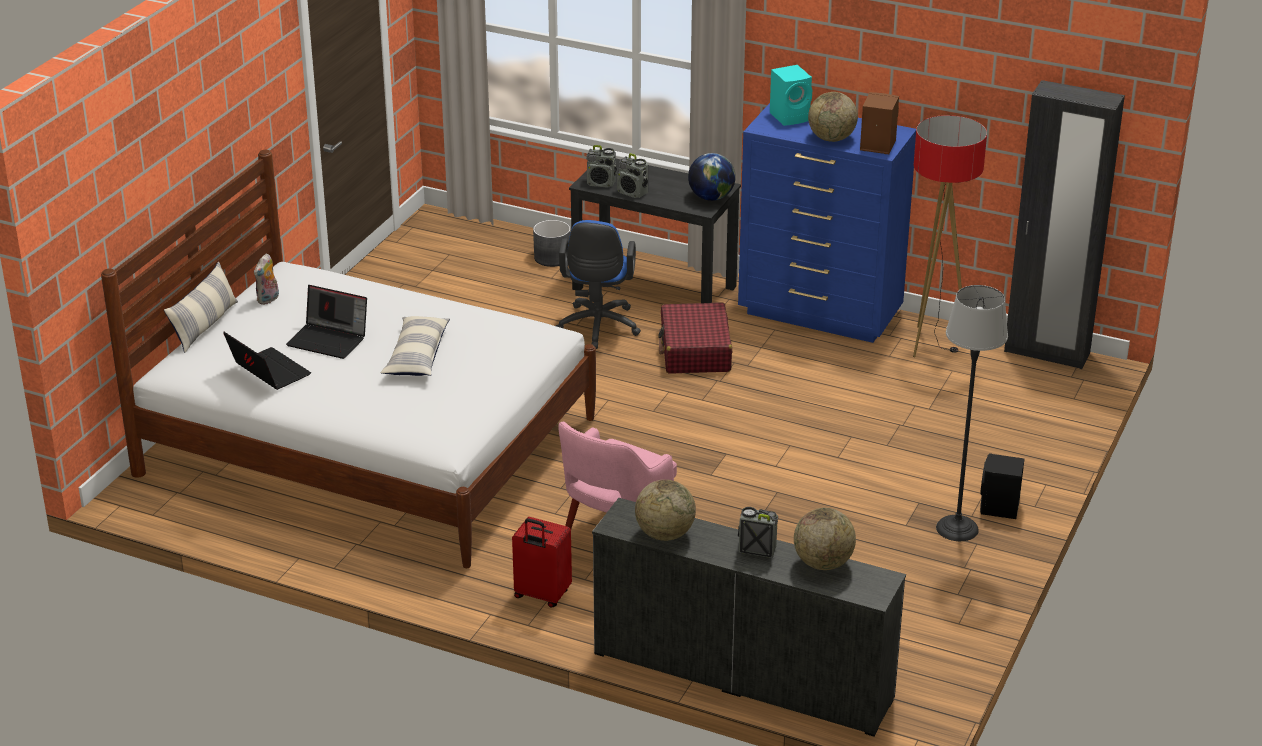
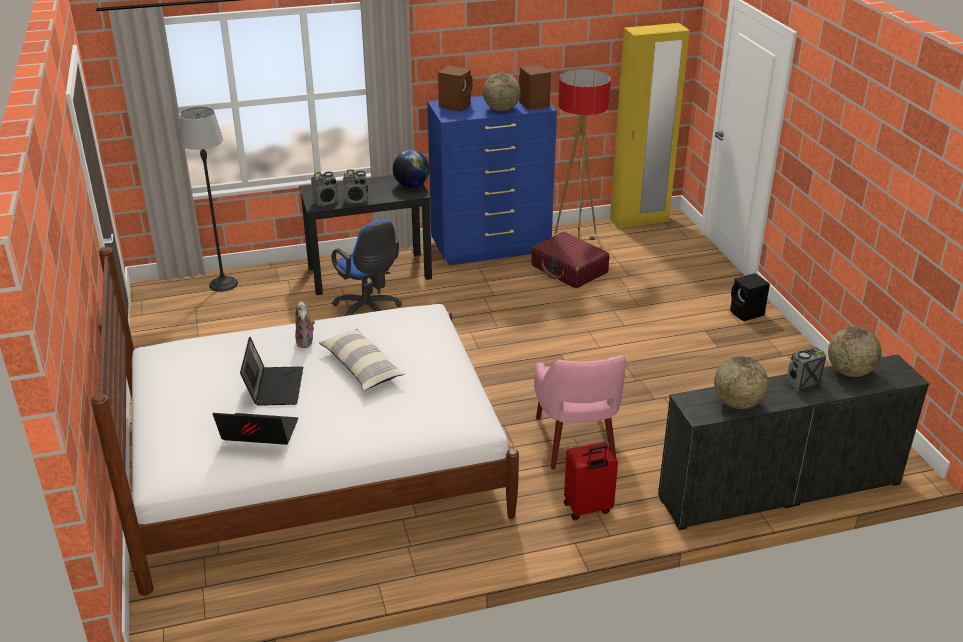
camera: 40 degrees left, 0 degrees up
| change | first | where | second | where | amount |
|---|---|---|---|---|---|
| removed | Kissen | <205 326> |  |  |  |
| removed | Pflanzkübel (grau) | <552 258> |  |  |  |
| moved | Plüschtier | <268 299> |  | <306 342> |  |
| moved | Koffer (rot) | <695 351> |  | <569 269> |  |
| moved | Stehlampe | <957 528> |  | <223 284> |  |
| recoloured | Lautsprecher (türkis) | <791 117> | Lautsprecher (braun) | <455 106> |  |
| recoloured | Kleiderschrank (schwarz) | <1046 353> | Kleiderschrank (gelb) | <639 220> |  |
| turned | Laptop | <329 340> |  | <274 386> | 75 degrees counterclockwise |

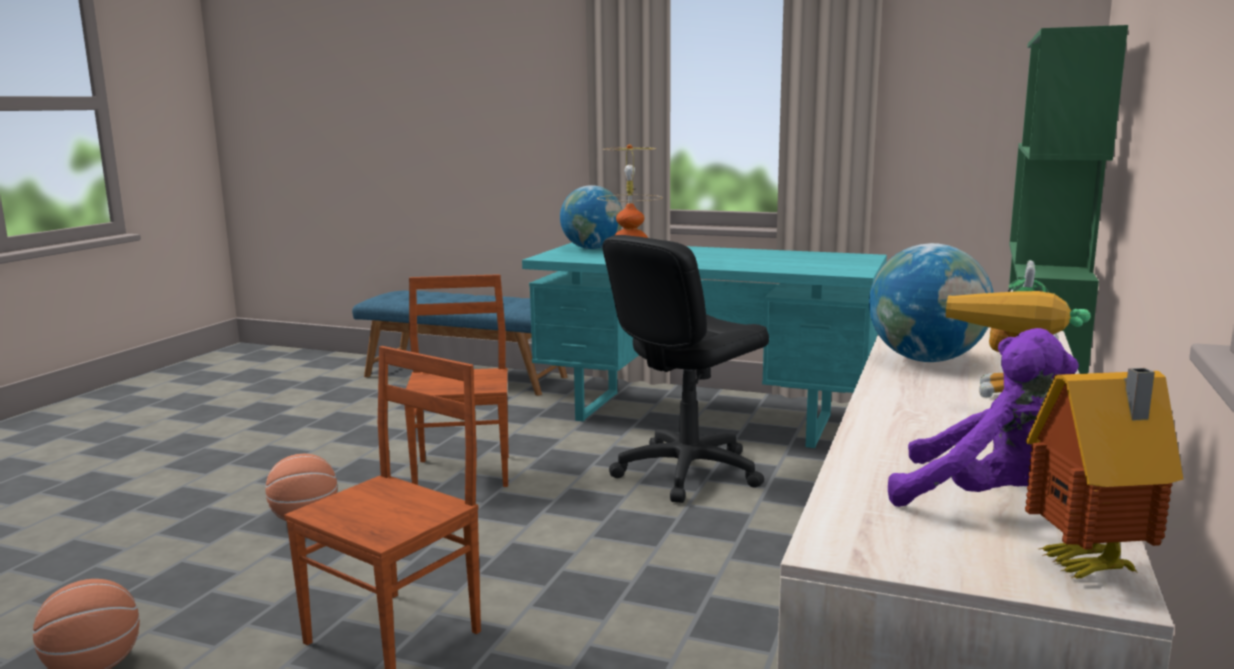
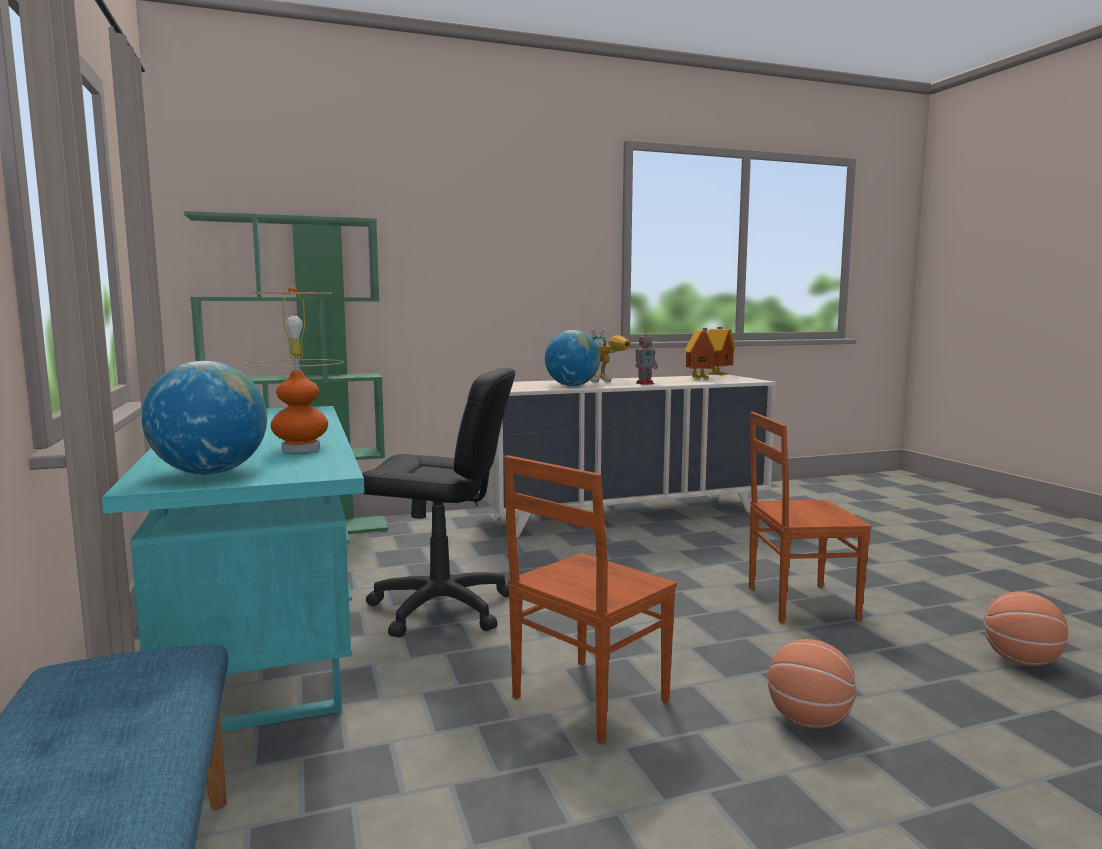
camera: 130 degrees left, 5 degrees down
| change | first | where | second | where | amount |
|---|---|---|---|---|---|
| added |  |  | Spielzeugroboter | <645 383> |  |
| replaced | Plüschtier (lila) | <986 499> | Spielzeughaus | <700 378> |  |

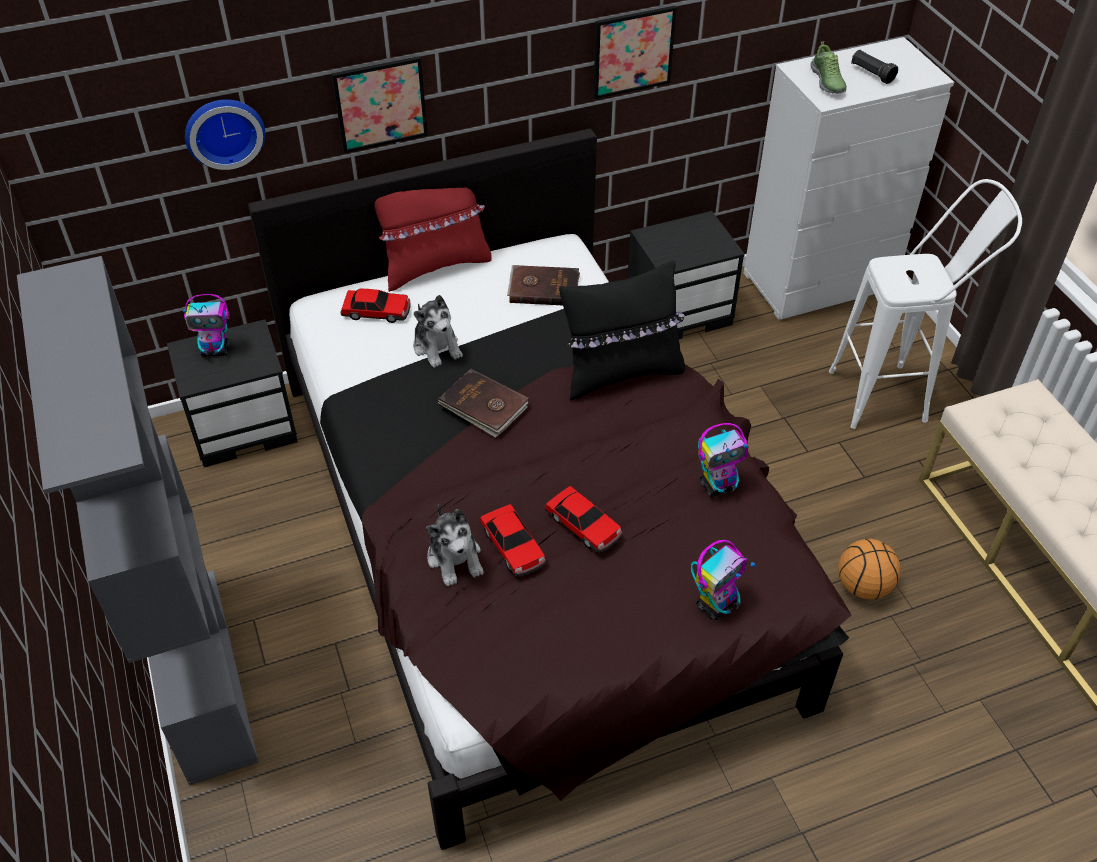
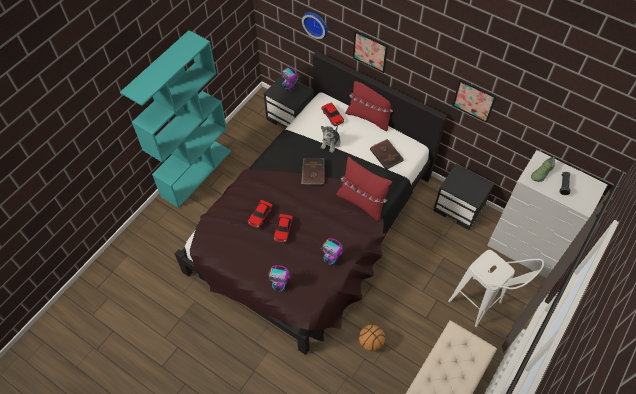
camera: 55 degrees right, 10 degrees up
| change | first | where | second | where | amount |
|---|---|---|---|---|---|
| removed | Plüschtier | <455 558> |  |  |  |
| recoloured | Bücherregal (grau) | <200 671> | Bücherregal (türkis) | <196 172> |  |
| recoloured | Kissen (schwarz) | <621 373> | Kissen (rot) | <362 202> |  |

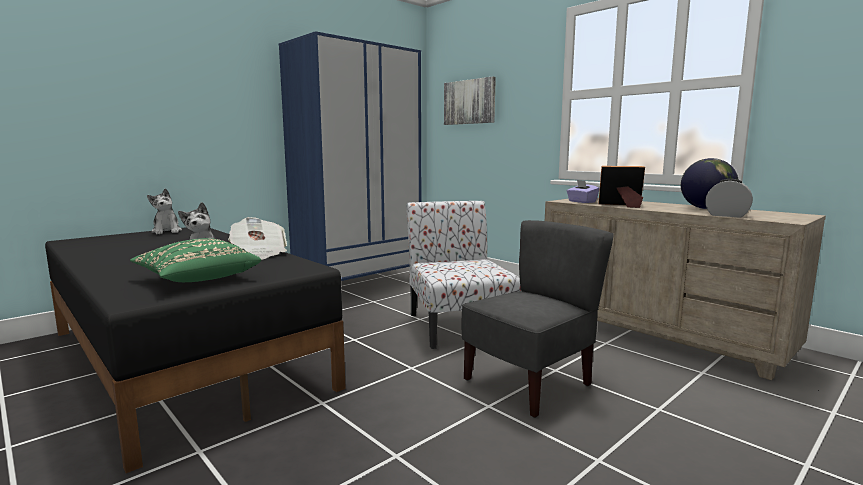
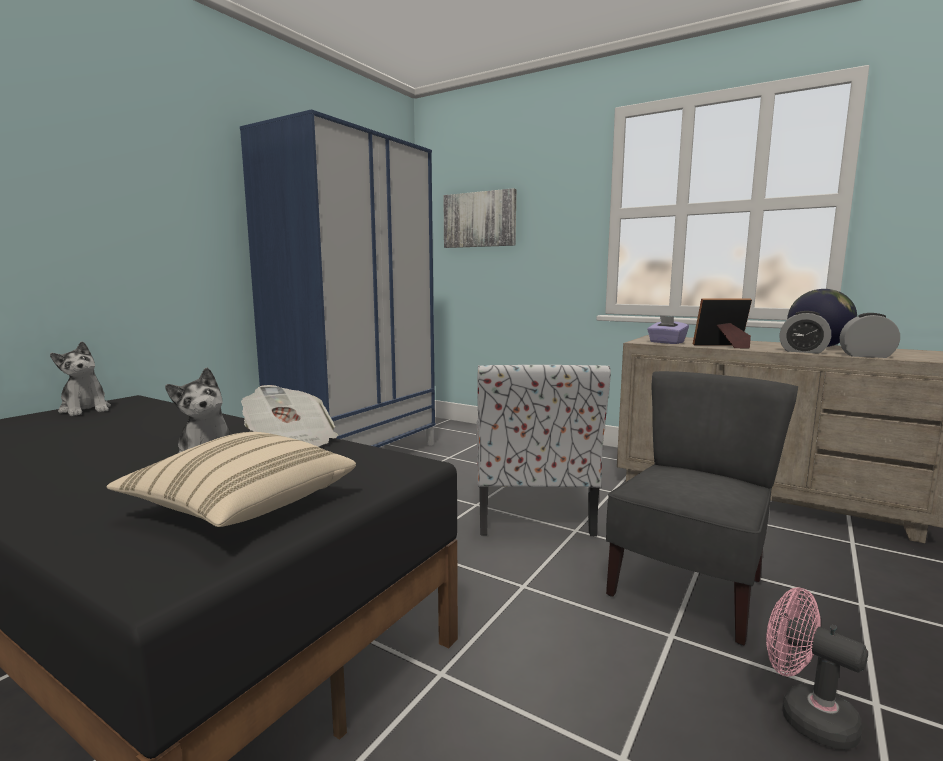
camera: 15 degrees left, 0 degrees up
| change | first | where | second | where | amount |
|---|---|---|---|---|---|
| added |  |  | Ventilator (rosa) | <805 715> |  |
| added |  |  | Wecker | <802 351> |  |
| recoloured | Kissen (grün) | <197 279> | Kissen (beige) | <241 508> |  |
| turned | Stuhl | <458 325> |  | <532 509> | 150 degrees counterclockwise |

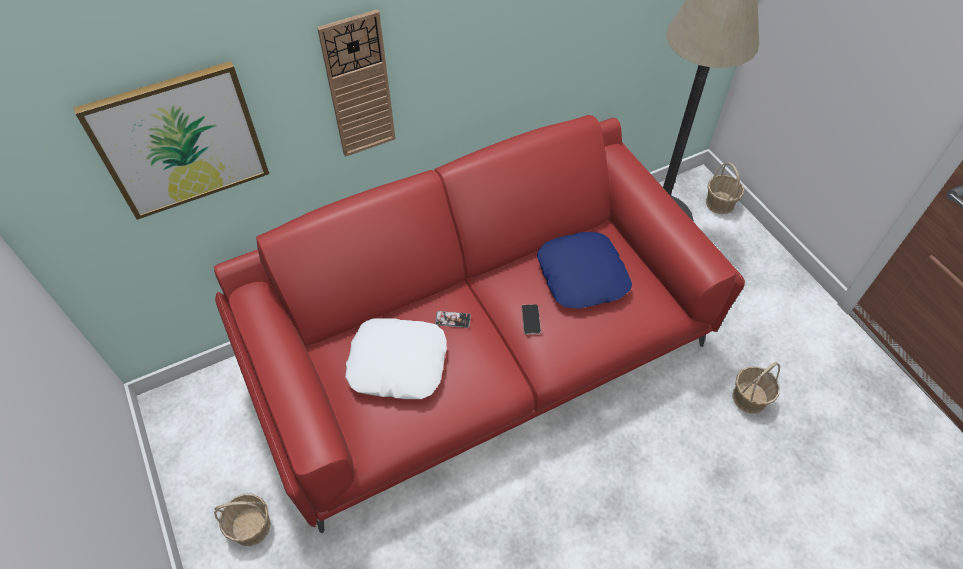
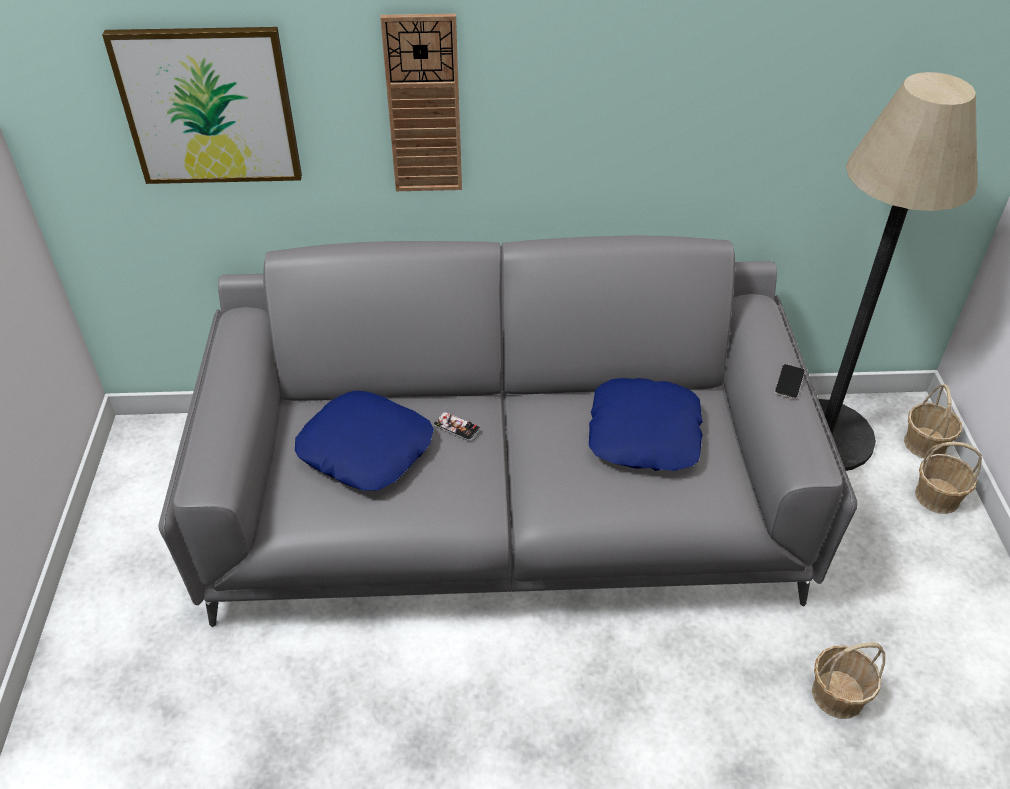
camera: 25 degrees right, 10 degrees down
| change | first | where | second | where | amount |
|---|---|---|---|---|---|
| moved | Korb | <251 527> |  | <937 497> |  |
| moved | Handy | <531 319> |  | <789 382> |  |
| recoloured | Sofa (rot) | <482 353> | Sofa (grau) | <507 508> |  |
| recoloured | Kissen (weiß) | <398 362> | Kissen (blau) | <366 449> |  |

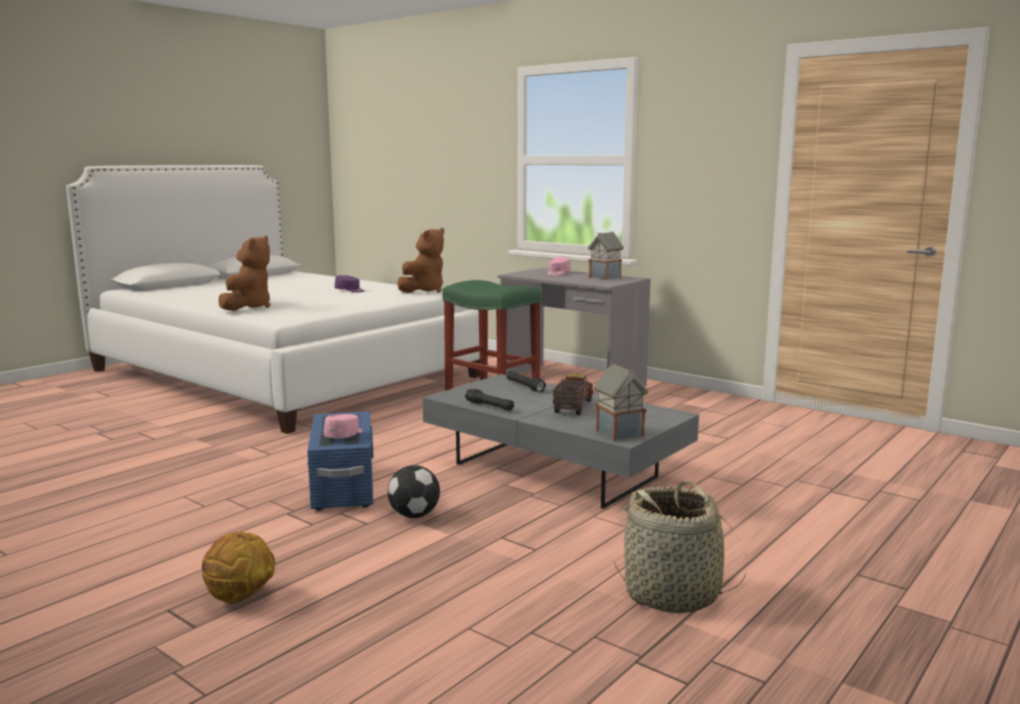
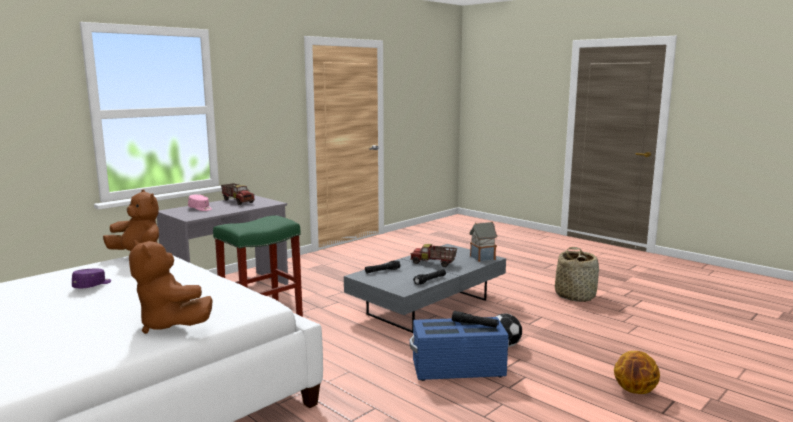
camera: 85 degrees left, 0 degrees up
| change | first | where | second | where | amount |
|---|---|---|---|---|---|
| replaced | Kappe (rosa) | <344 435> | Taschenlampe (schwarz) | <475 324> |  |
| replaced | Spielzeughaus | <605 277> | Spielzeuglaster | <238 201> |  |
| turned | Plüschtier (braun) | <248 307> |  | <170 325> | 150 degrees counterclockwise |

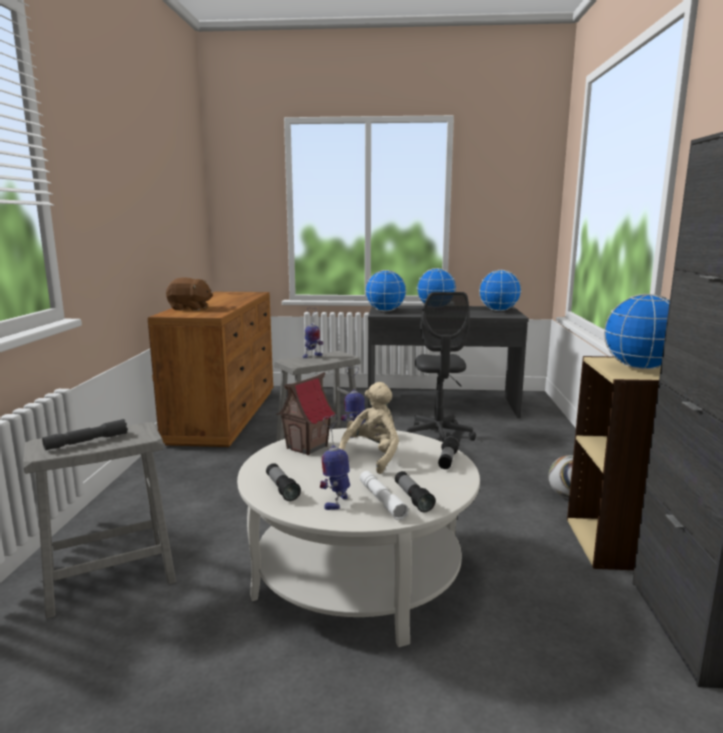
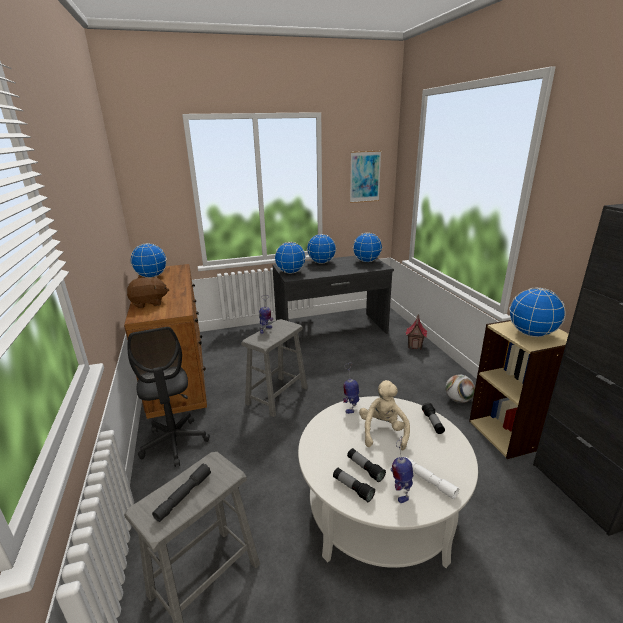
camera: 20 degrees left, 10 degrees up
| change | first | where | second | where | amount |
|---|---|---|---|---|---|
| added |  |  | Globus | <151 276> |  |
| added |  |  | Bild | <365 177> |  |
| moved | Spielzeughaus | <307 447> |  | <415 346> |  |
| moved | Taschenlampe | <413 498> |  | <365 469> |  |
| moved | Bürostuhl (grau) | <438 436> |  | <174 443> |  |

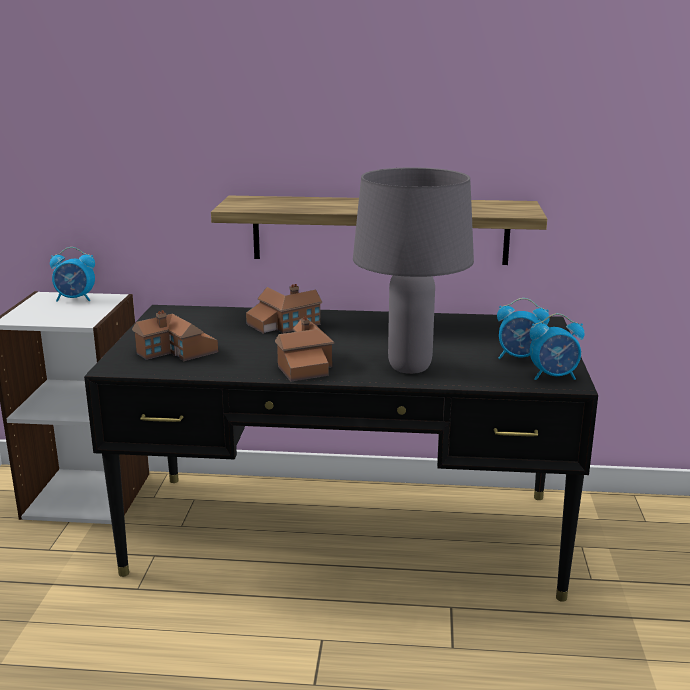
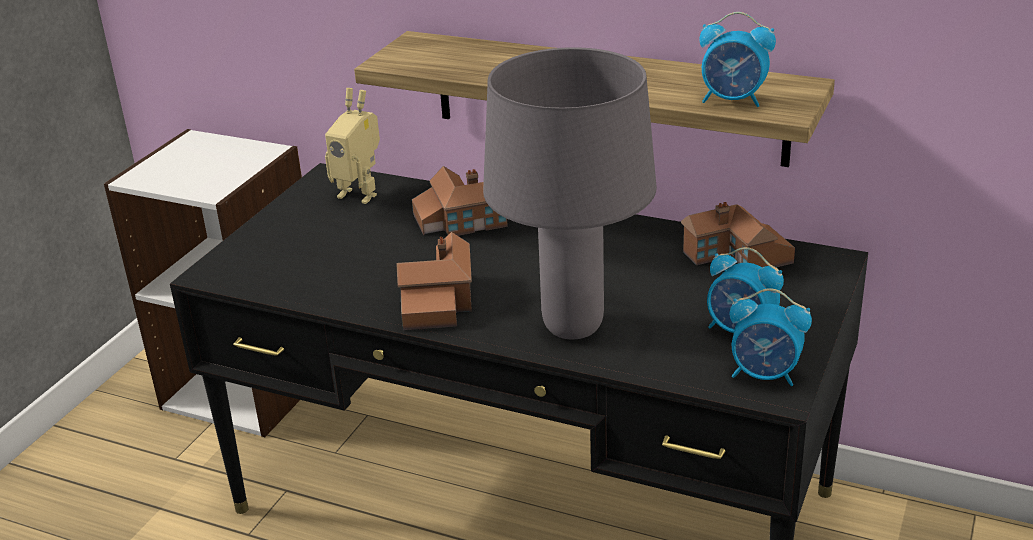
camera: 20 degrees right, 10 degrees up
| change | first | where | second | where | amount |
|---|---|---|---|---|---|
| added |  |  | Spielzeugroboter | <360 193> |  |
| moved | Wecker | <75 299> |  | <733 100> |  |
| moved | Spielzeughaus | <177 352> |  | <737 256> |  |

